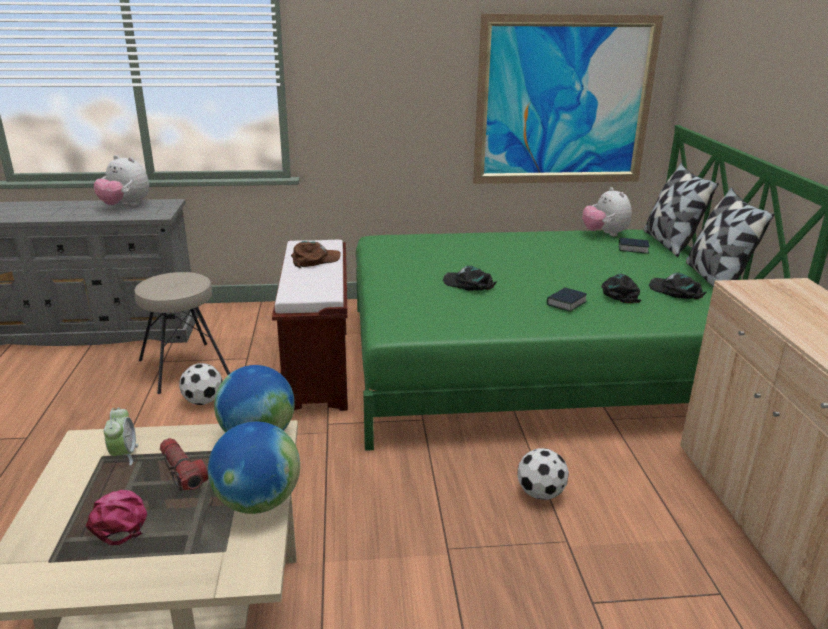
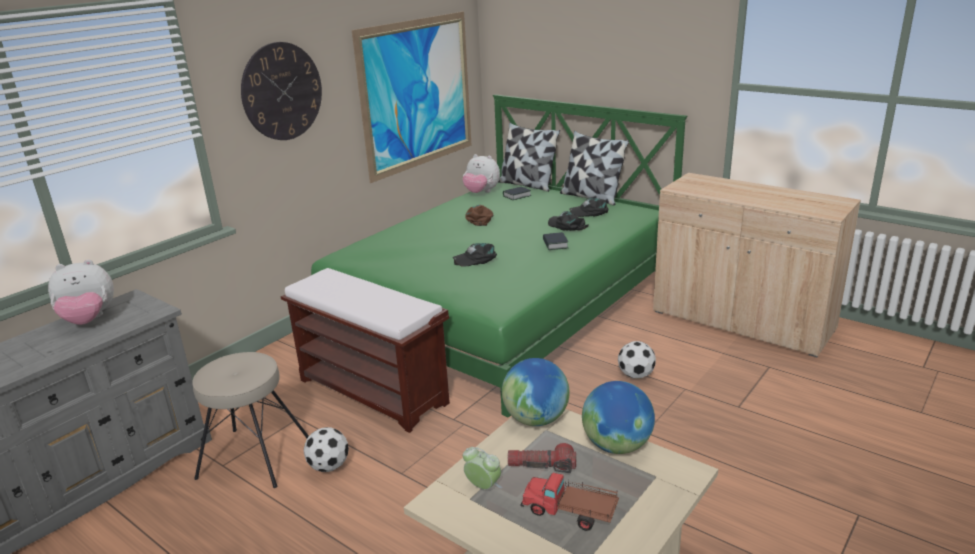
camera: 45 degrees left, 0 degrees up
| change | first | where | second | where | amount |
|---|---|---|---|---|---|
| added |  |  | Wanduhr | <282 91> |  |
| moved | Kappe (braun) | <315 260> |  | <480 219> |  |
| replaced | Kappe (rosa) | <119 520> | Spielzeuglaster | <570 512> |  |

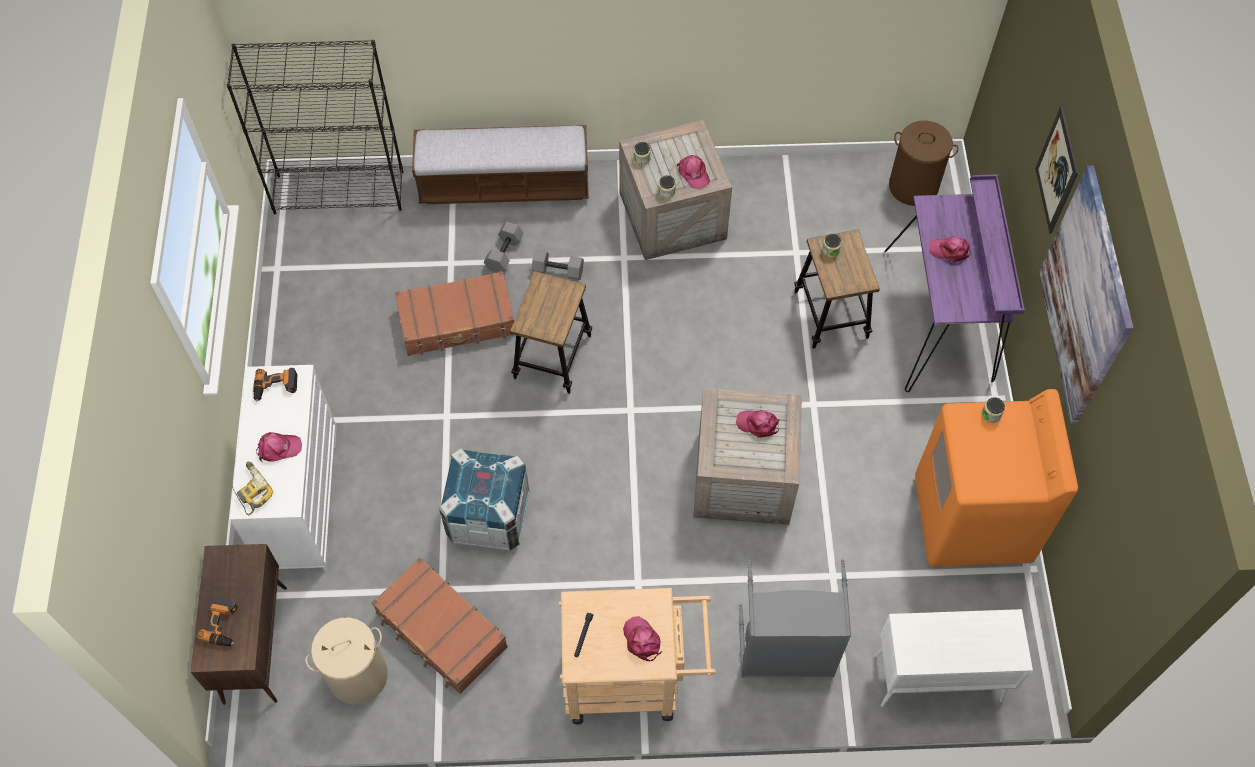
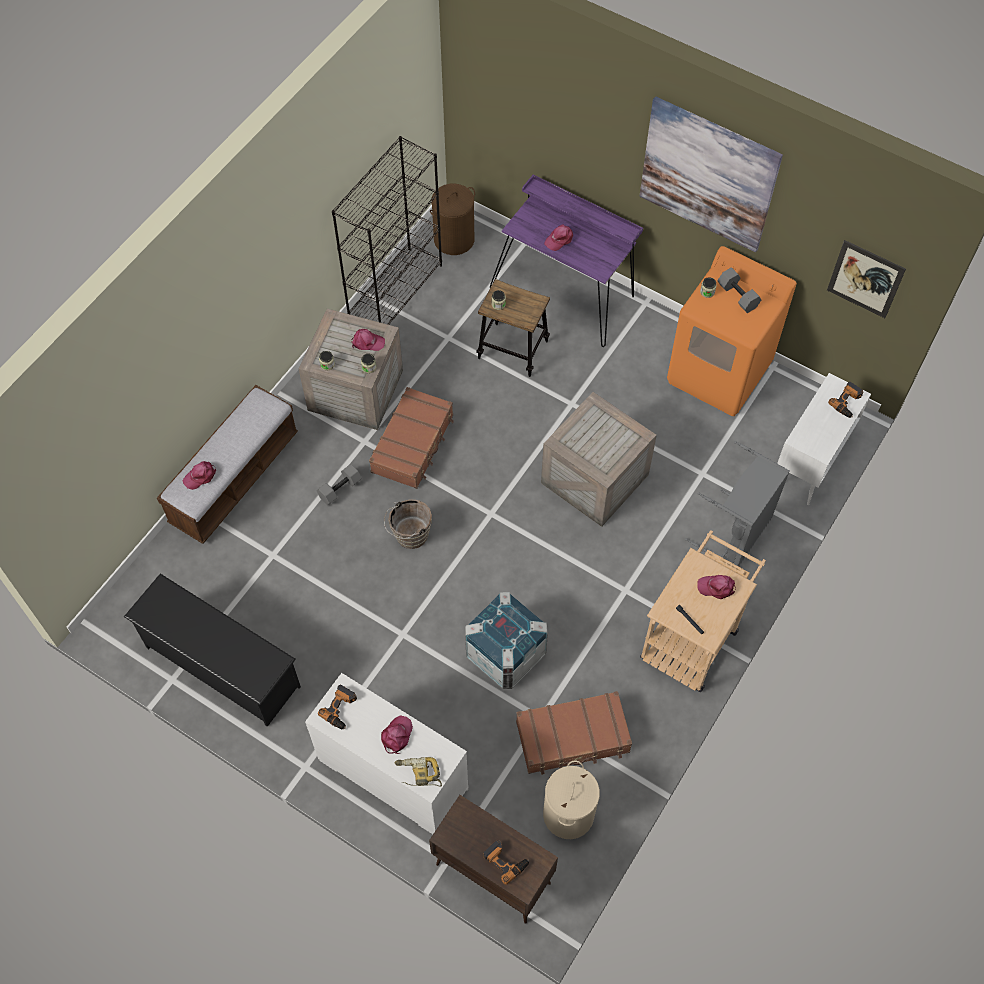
camera: 55 degrees left, 0 degrees up
| change | first | where | second | where | amount |
|---|---|---|---|---|---|
| added |  |  | Schuhregal (schwarz) | <222 666> |  |
| added |  |  | Bohrmaschine | <847 403> |  |
| moved | Bücherregal (schwarz) | <340 192> |  | <395 291> |  |
| moved | Koffer (braun) | <457 322> |  | <413 443> |  |
| moved | Hantel (grau) | <504 253> |  | <736 296> |  |
| moved | Kappe (rosa) | <758 424> |  | <200 476> |  |
| moved | Bild | <1056 170> |  | <865 279> |  |
| replaced | Hocker | <552 357> | Eimer (braun) | <409 536> |  |

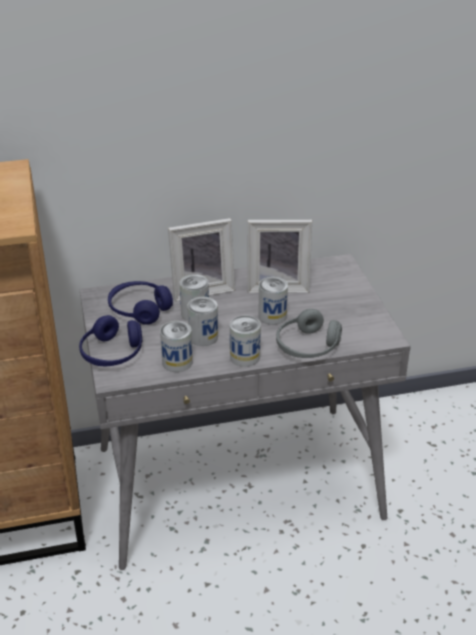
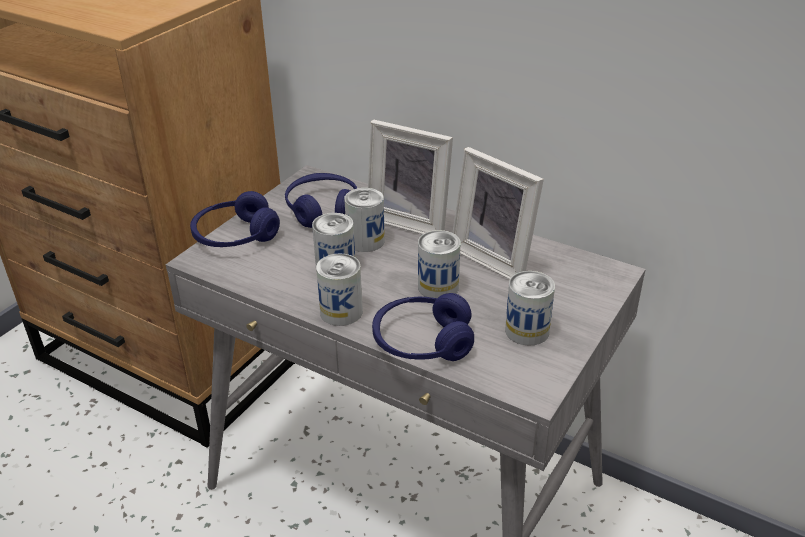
camera: 45 degrees right, 0 degrees up
| change | first | where | second | where | amount |
|---|---|---|---|---|---|
| moved | Dose | <177 362> |  | <527 330> |  |
| recoloured | Kopfhörer (grau) | <307 346> | Kopfhörer (blau) | <422 342> |  |

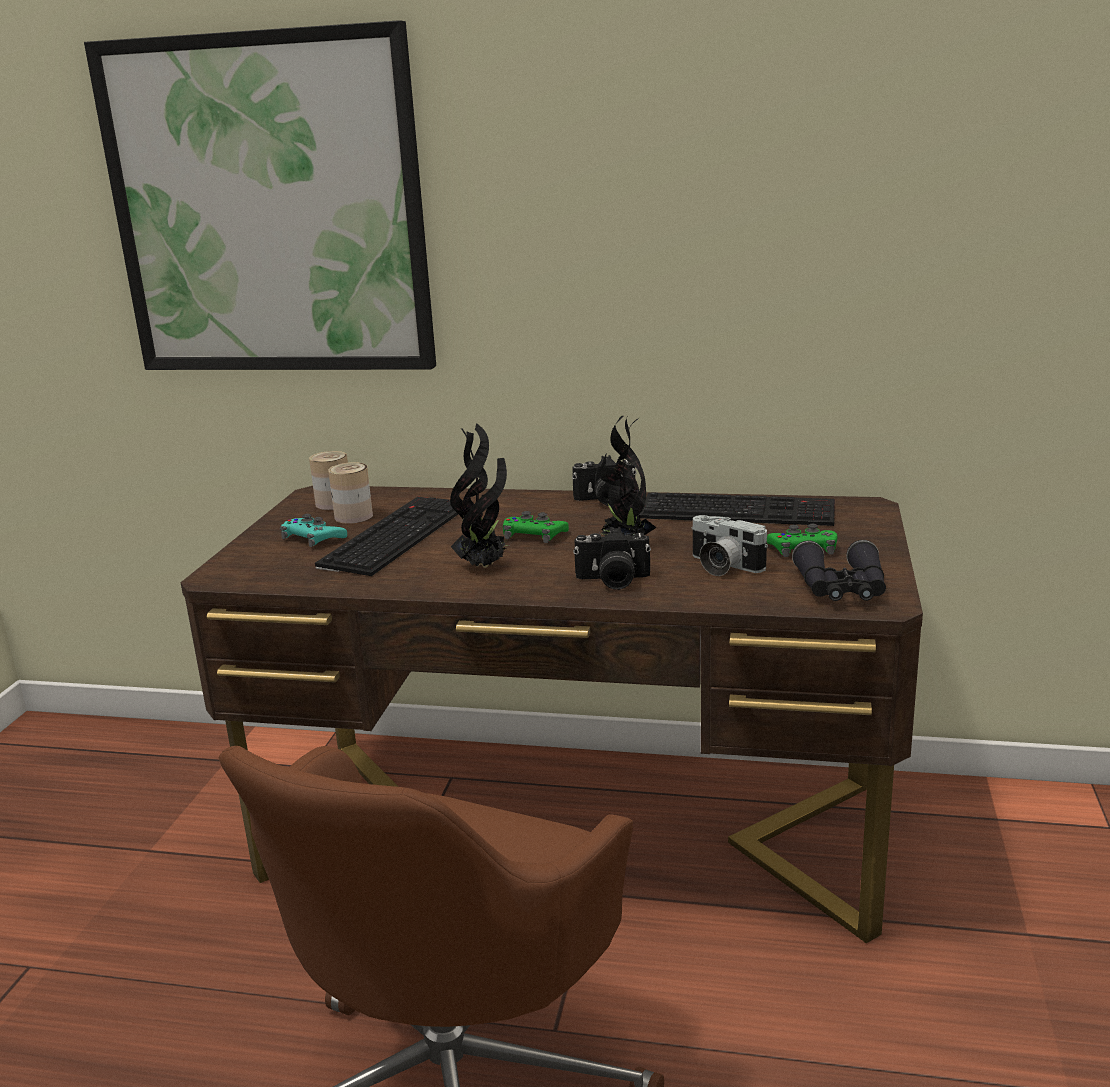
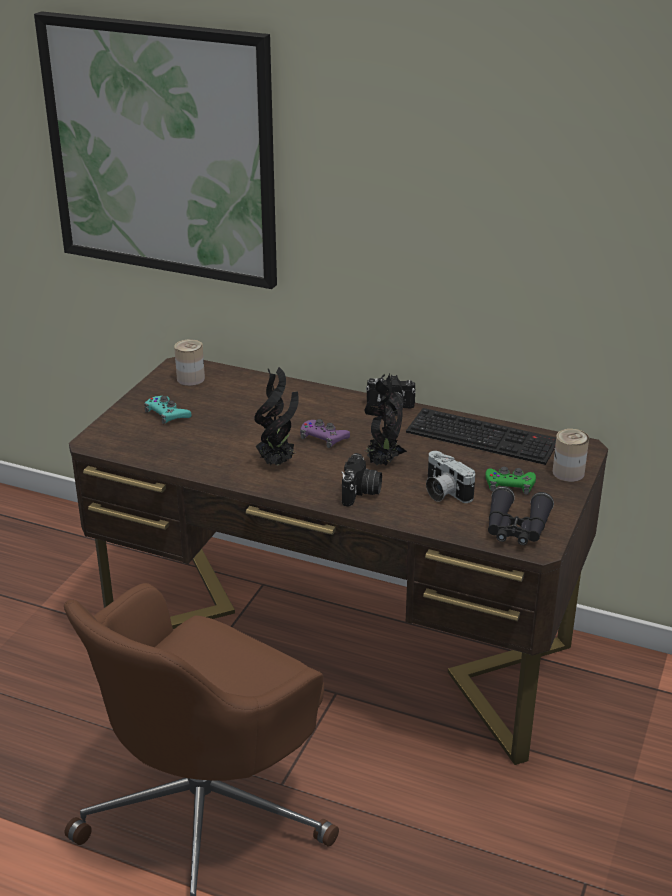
camera: 10 degrees right, 10 degrees up
| change | first | where | second | where | amount |
|---|---|---|---|---|---|
| removed | Tastatur | <395 534> |  |  |  |
| moved | Dose | <353 516> |  | <568 473> |  |
| recoloured | Gamepad (grün) | <534 535> | Gamepad (lila) | <323 437> |  |
| turned | Kamera | <613 581> |  | <361 493> | 90 degrees counterclockwise |

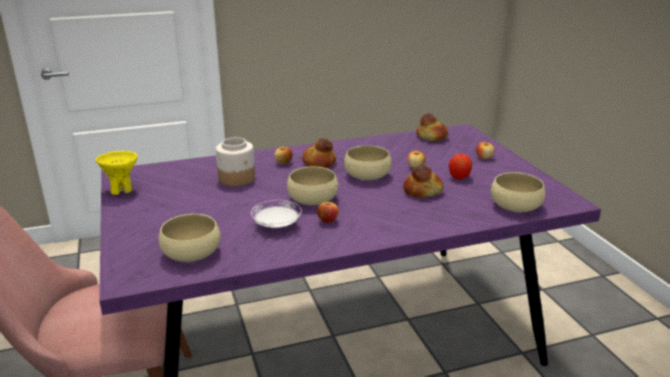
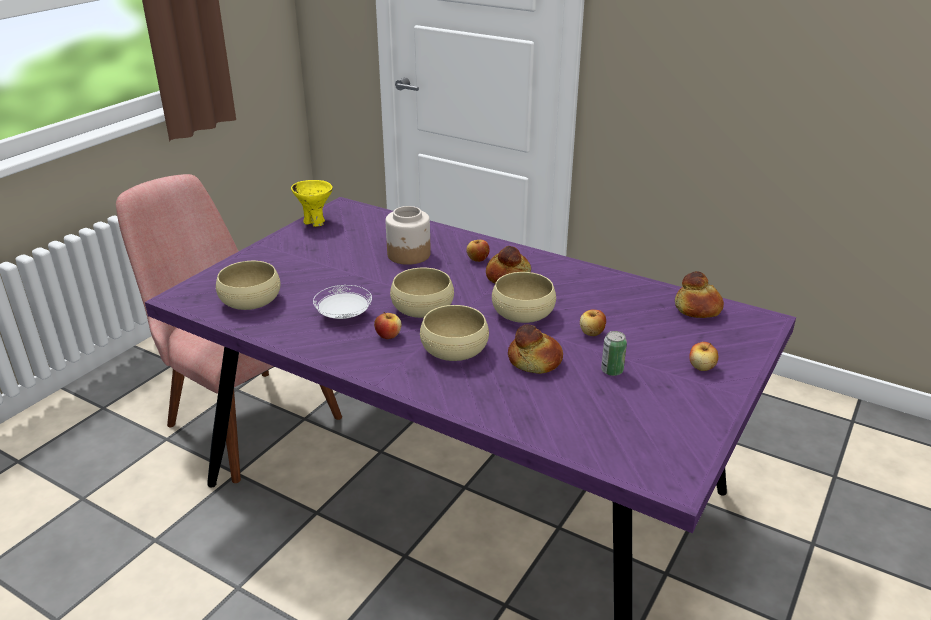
camera: 50 degrees right, 5 degrees up
| change | first | where | second | where | amount |
|---|---|---|---|---|---|
| moved | Schüssel (beige) | <515 205> |  | <454 349> |  |
| replaced | Apfel | <459 177> | Dose | <612 371> |  |

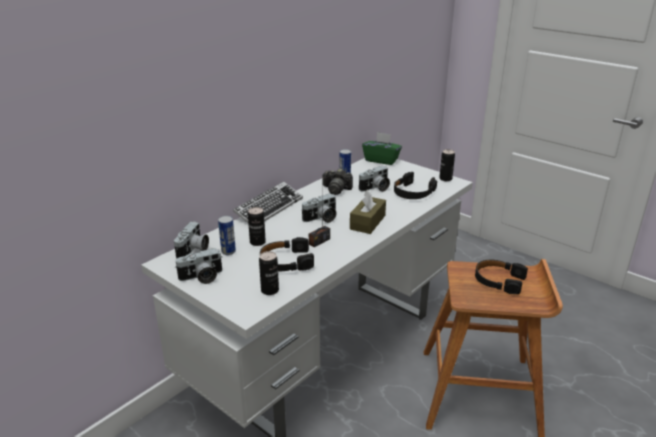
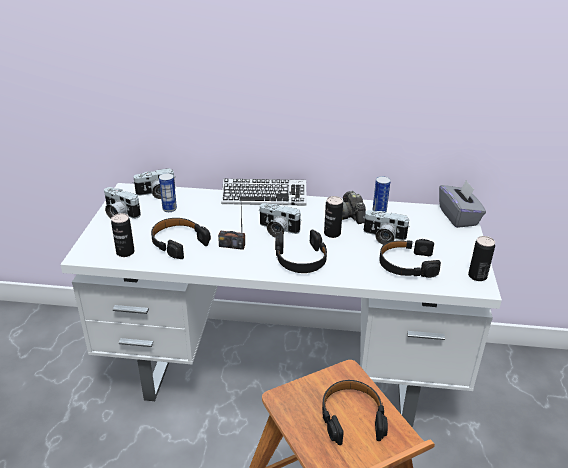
camera: 55 degrees right, 5 degrees up
| change | first | where | second | where | amount |
|---|---|---|---|---|---|
| moved | Dose | <257 242> |  | <332 233> |  |
| replaced | Taschentuchbox (braun) | <367 222> | Kopfhörer (schwarz) | <301 259> |  |
| recoloured | Taschentuchbox (grün) | <381 160> | Taschentuchbox (grau) | <458 217> |  |

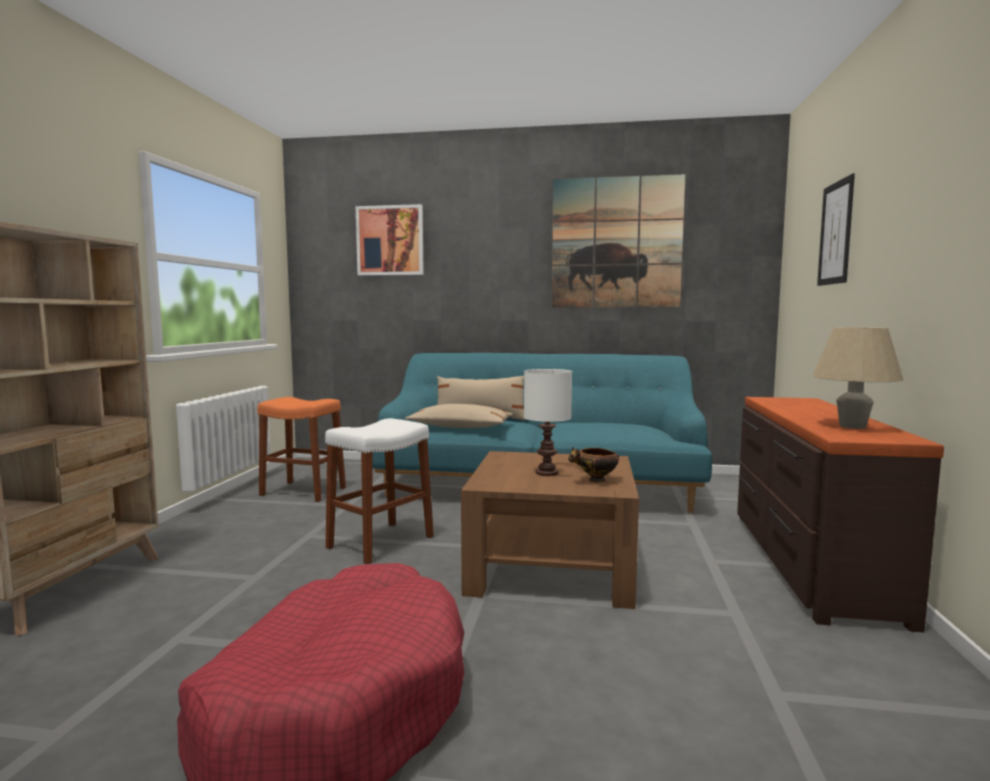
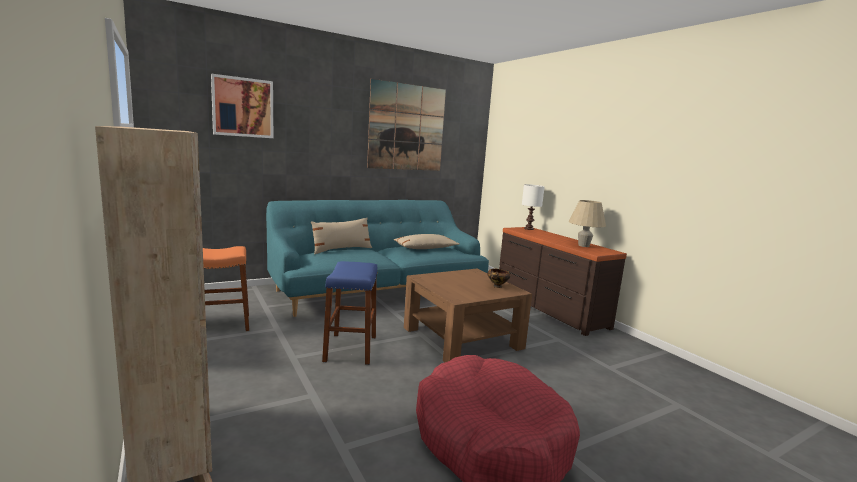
camera: 40 degrees left, 5 degrees up
| change | first | where | second | where | amount |
|---|---|---|---|---|---|
| removed | Bild | <835 233> |  |  |  |
| moved | Kissen (beige) | <460 427> |  | <425 248> |  |
| moved | Tischlampe (weiß) | <547 473> |  | <528 229> |  |
| recoloured | Hocker (weiß) | <380 542> | Hocker (blau) | <350 348> |  |

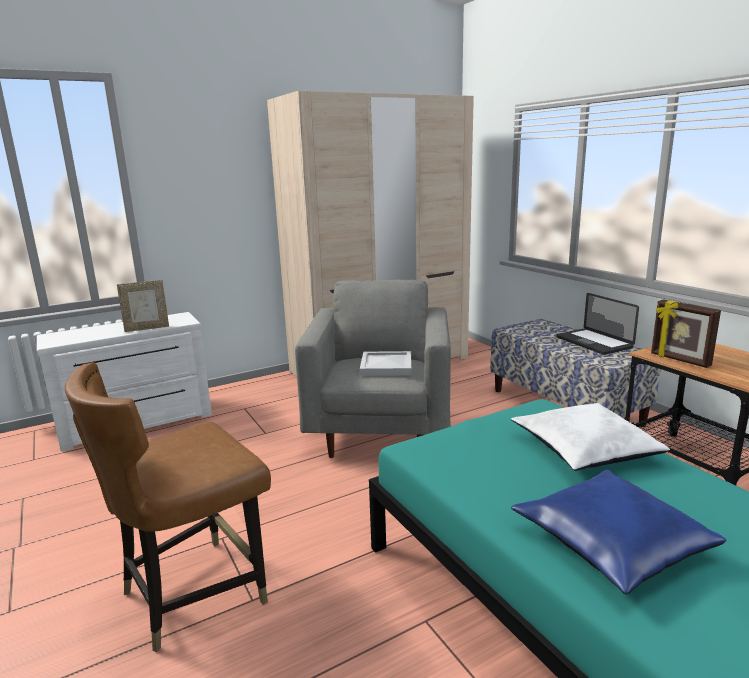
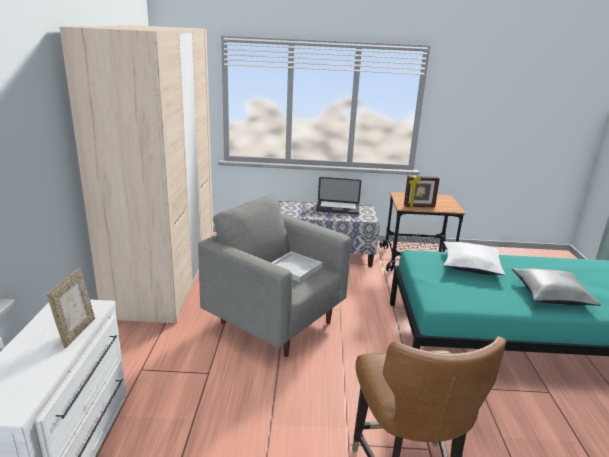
camera: 60 degrees left, 5 degrees up
| change | first | where | second | where | amount |
|---|---|---|---|---|---|
| recoloured | Kissen (blau) | <611 542> | Kissen (grau) | <551 295> |  |

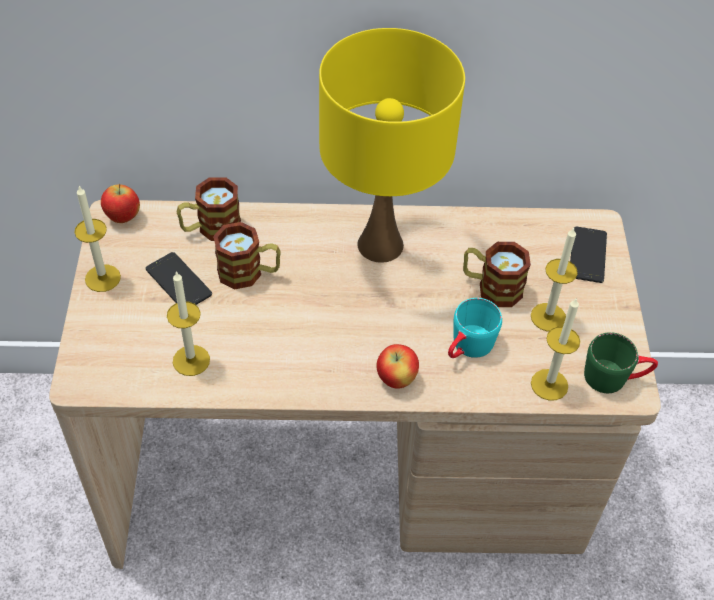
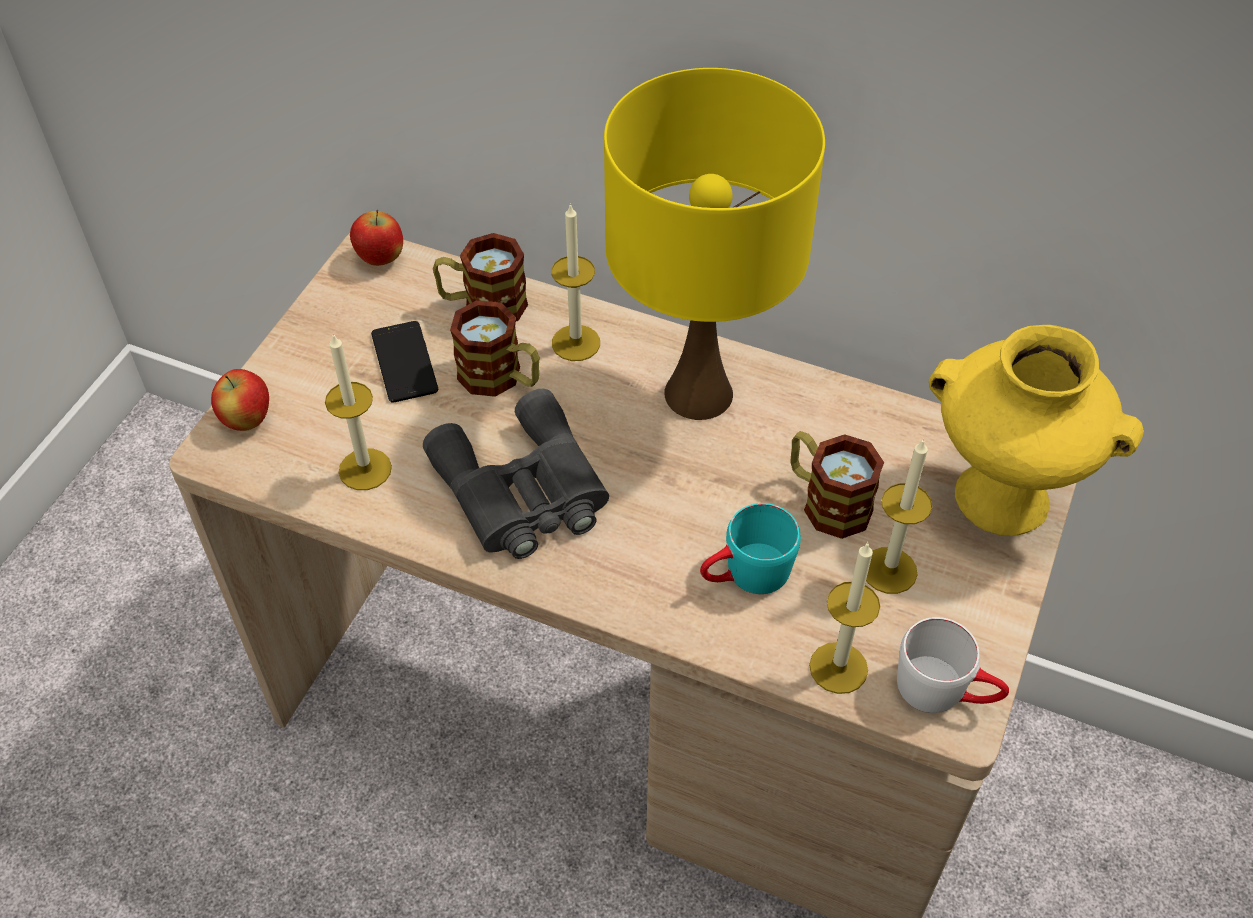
camera: 25 degrees right, 0 degrees up
| change | first | where | second | where | amount |
|---|---|---|---|---|---|
| added |  |  | Fernglas (grau) | <522 492> |  |
| moved | Kerze | <102 278> |  | <576 343> |  |
| moved | Apfel | <396 379> |  | <247 420> |  |
| replaced | Handy | <587 255> | Vase (gelb) | <998 500> |  |
| recoloured | Henkelbecher (grün) | <615 377> | Henkelbecher (weiß) | <946 691> |  |

